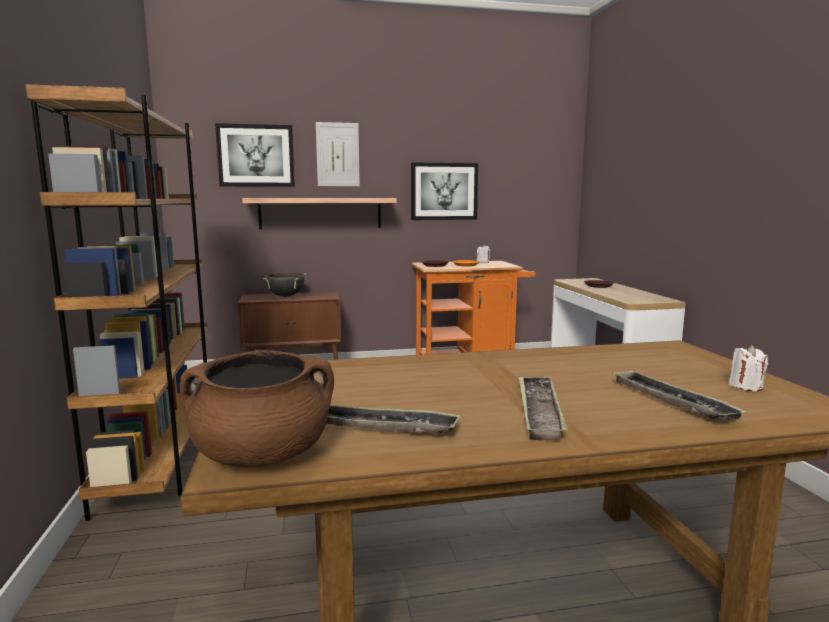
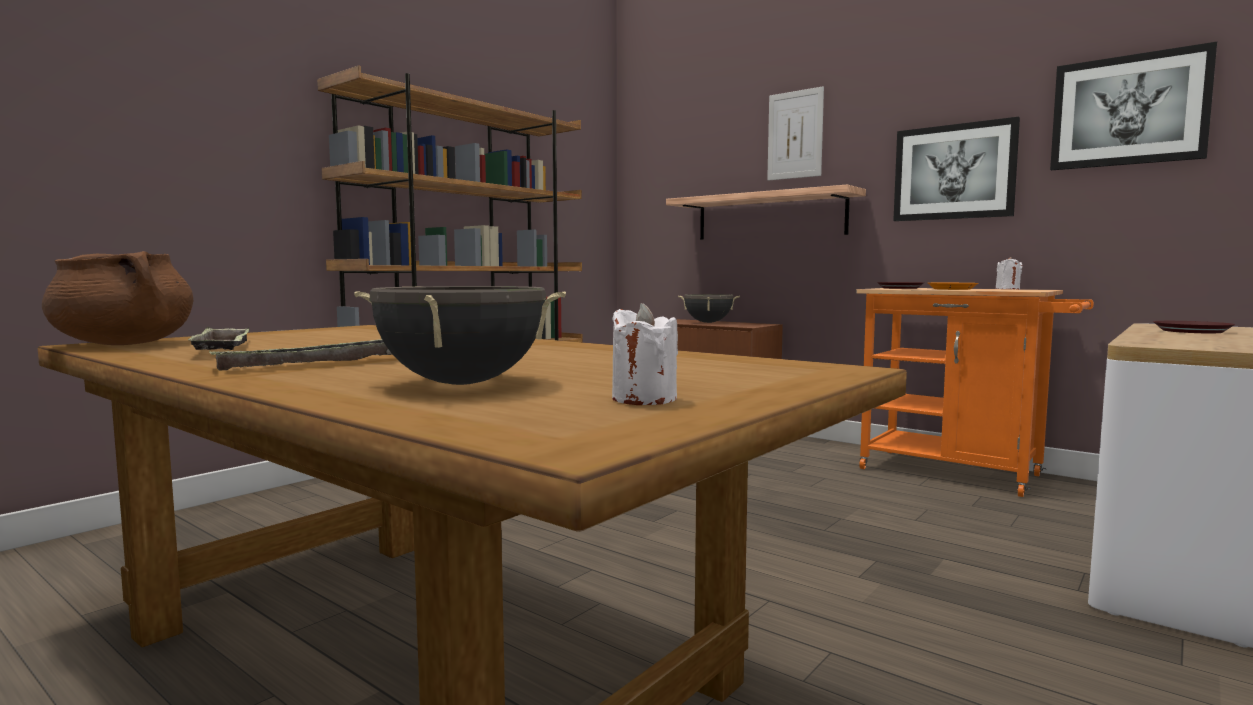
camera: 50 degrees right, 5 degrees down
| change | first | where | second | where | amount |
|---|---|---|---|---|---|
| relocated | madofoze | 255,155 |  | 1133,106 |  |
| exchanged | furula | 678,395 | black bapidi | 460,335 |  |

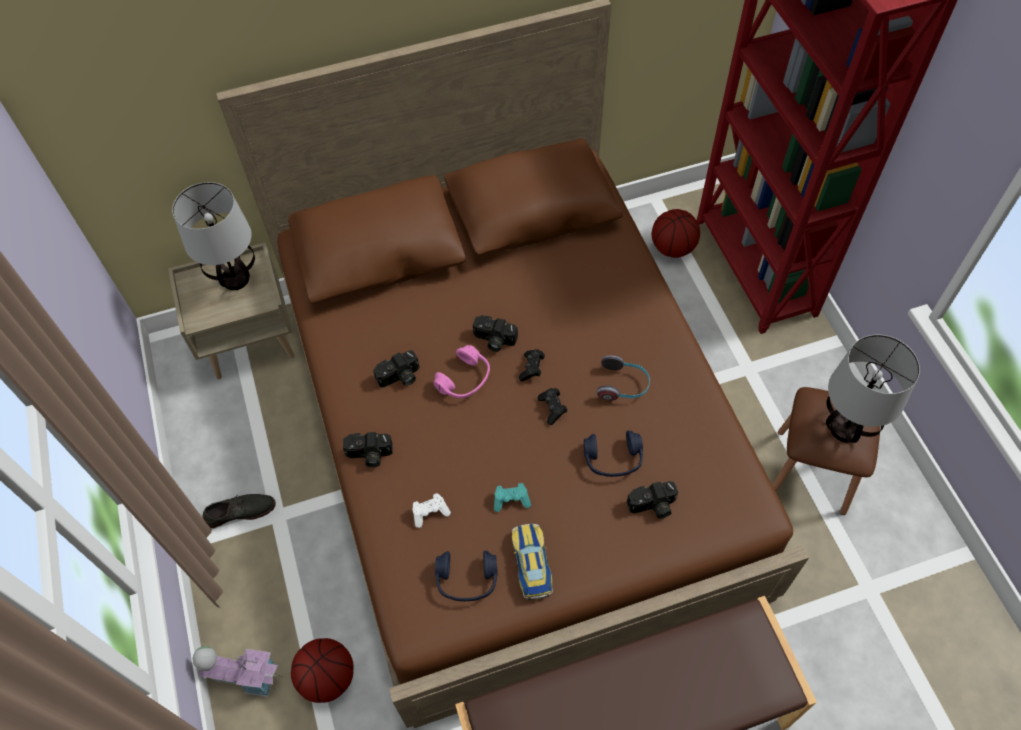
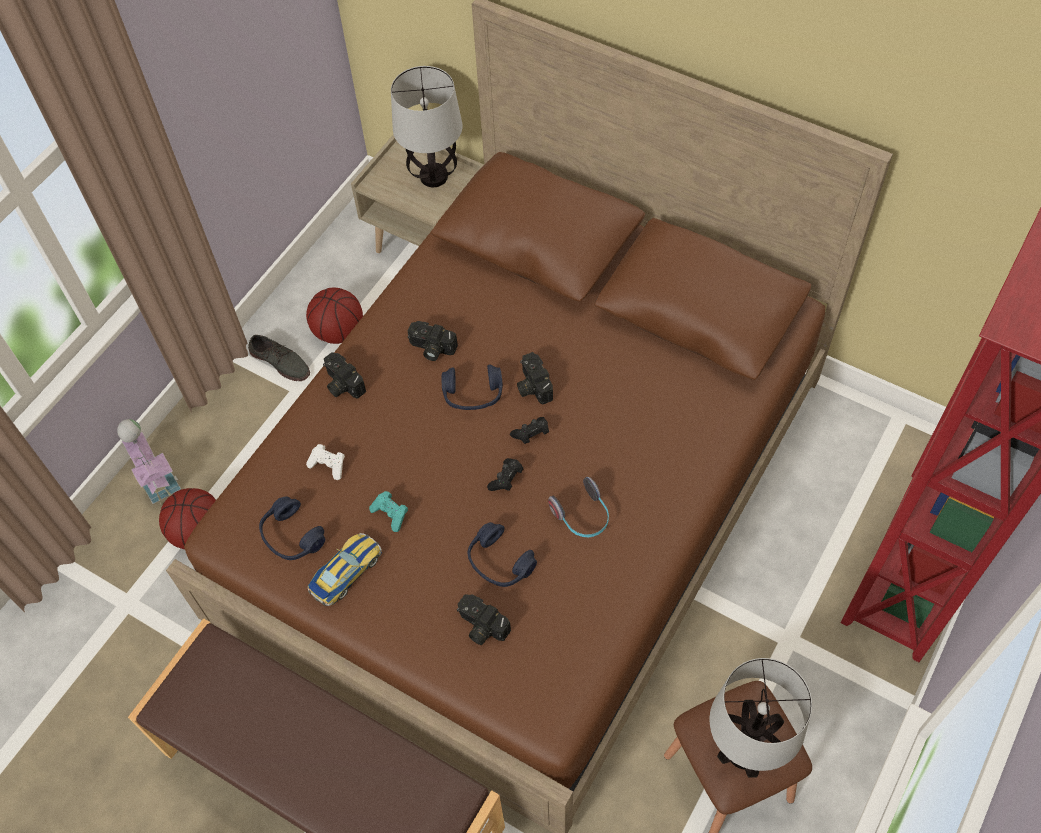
camera: 50 degrees right, 0 degrees up
| change | first | where | second | where | amount |
|---|---|---|---|---|---|
| relocated | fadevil | 676,233 |  | 334,316 |  |
| colour | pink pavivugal | 461,371 | blue pavivugal | 472,387 |  |

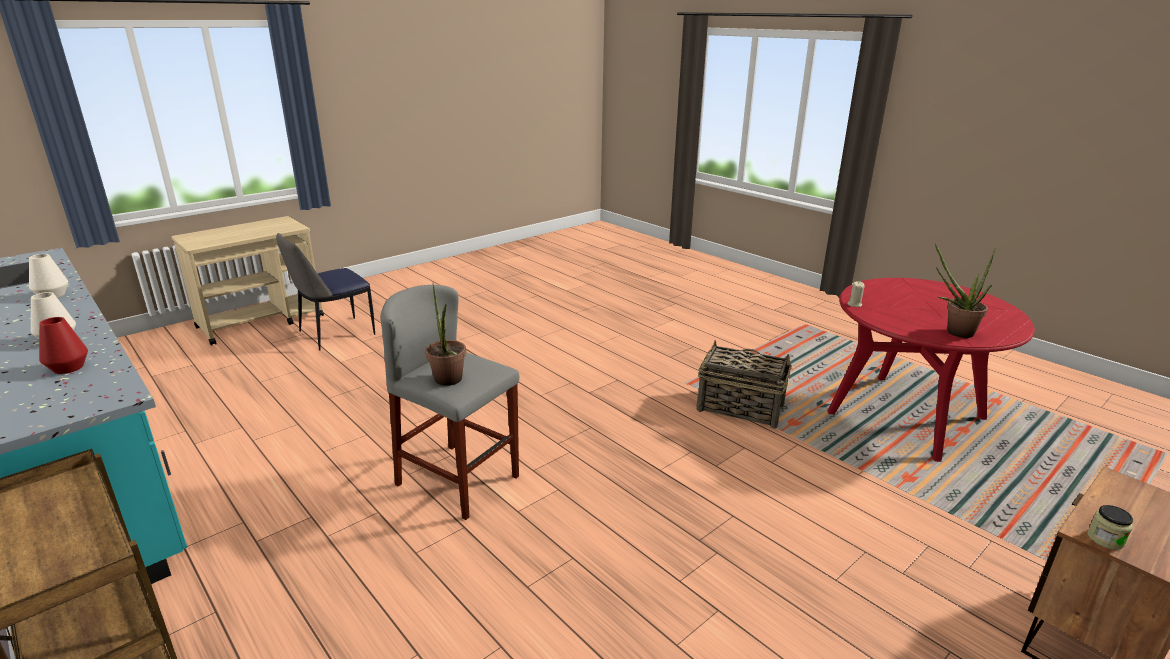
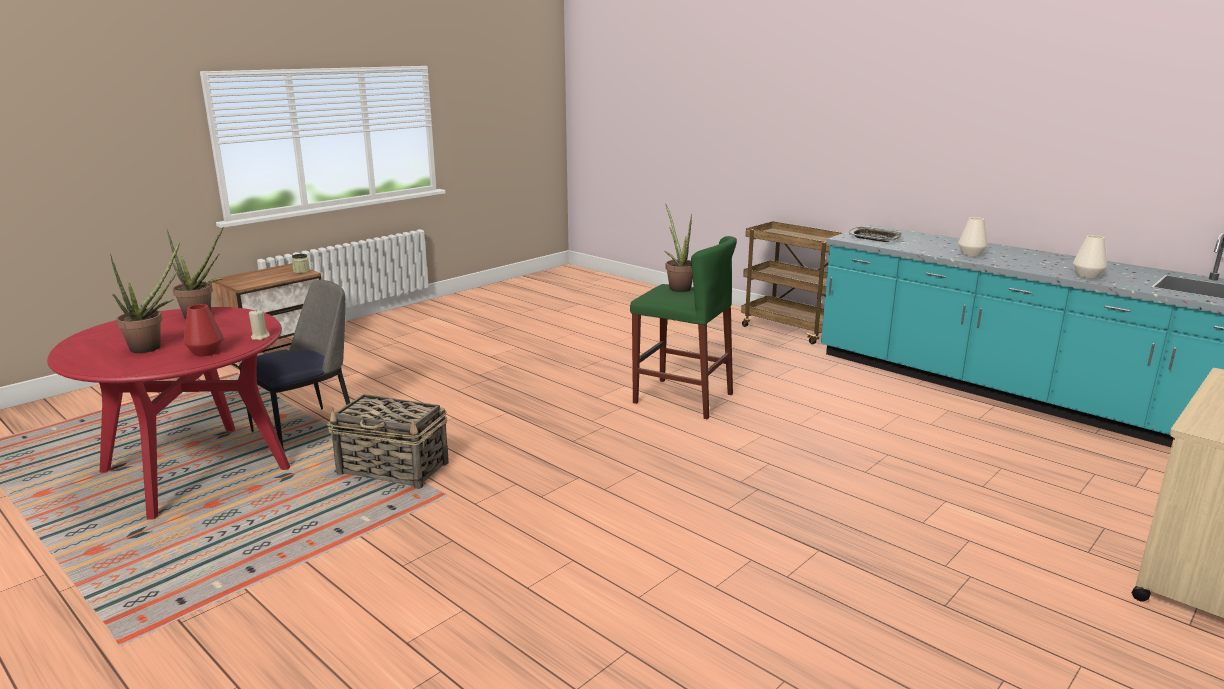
camera: 175 degrees right, 5 degrees down
| change | first | where | second | where | amount |
|---|---|---|---|---|---|
| relocated | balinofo | 325,292 |  | 294,365 |  |
| colour | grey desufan | 450,402 | green desufan | 683,328 |  |
| relocated | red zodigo | 63,345 |  | 203,330 |  |
| appeared |  |  | furula | 875,234 |  |
| appeared |  |  | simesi | 145,297 |  |

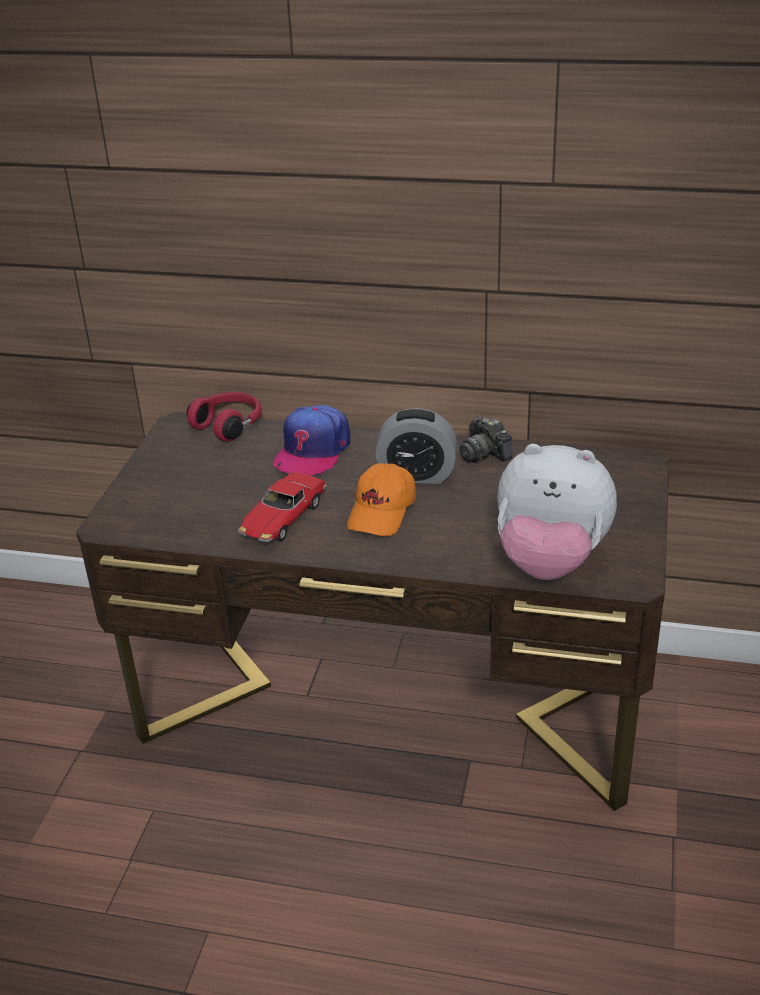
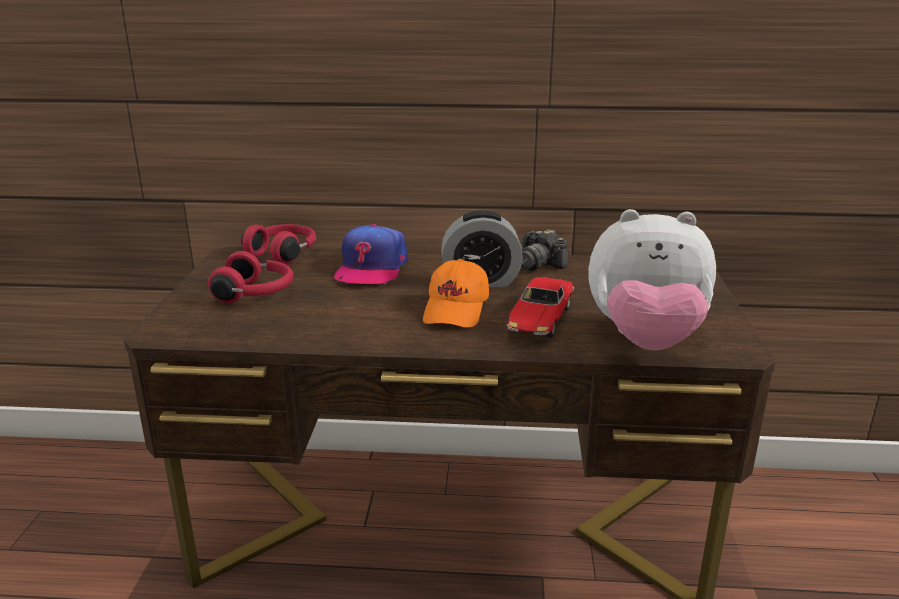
camera: 10 degrees left, 10 degrees down
| change | first | where | second | where | amount |
|---|---|---|---|---|---|
| relocated | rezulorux | 282,507 |  | 540,307 |  |
| appeared |  |  | red pavivugal | 251,277 |  |

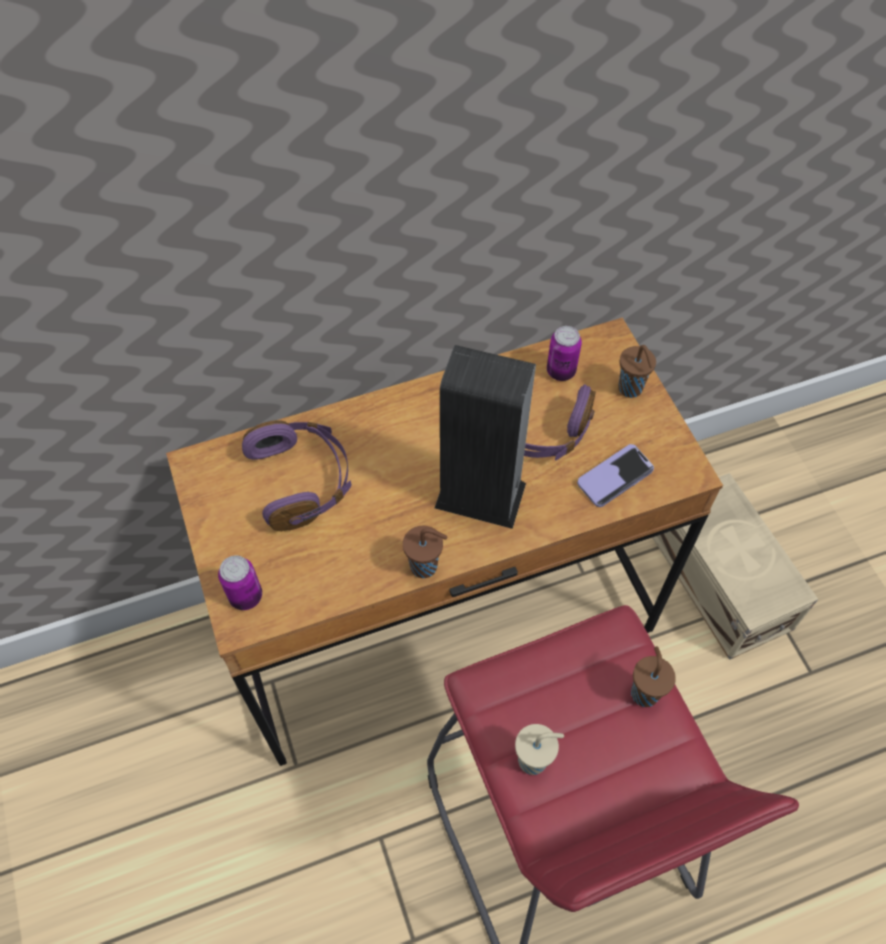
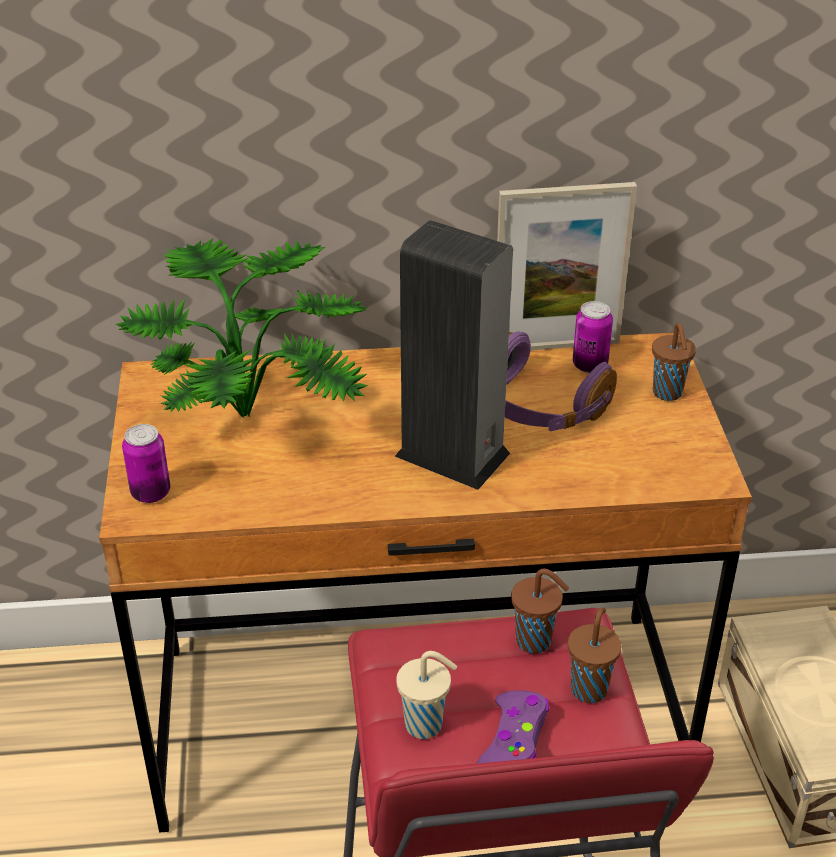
camera: 15 degrees right, 20 degrees down
| change | first | where | second | where | amount |
|---|---|---|---|---|---|
| exchanged | purple pavivugal | 297,475 | simesi | 242,327 |  |
| missing | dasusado | 615,475 |  |  |  |
| relocated | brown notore | 425,552 |  | 540,611 |  |
| appeared |  |  | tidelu | 567,266 |  |
| appeared |  |  | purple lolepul | 512,727 |  |

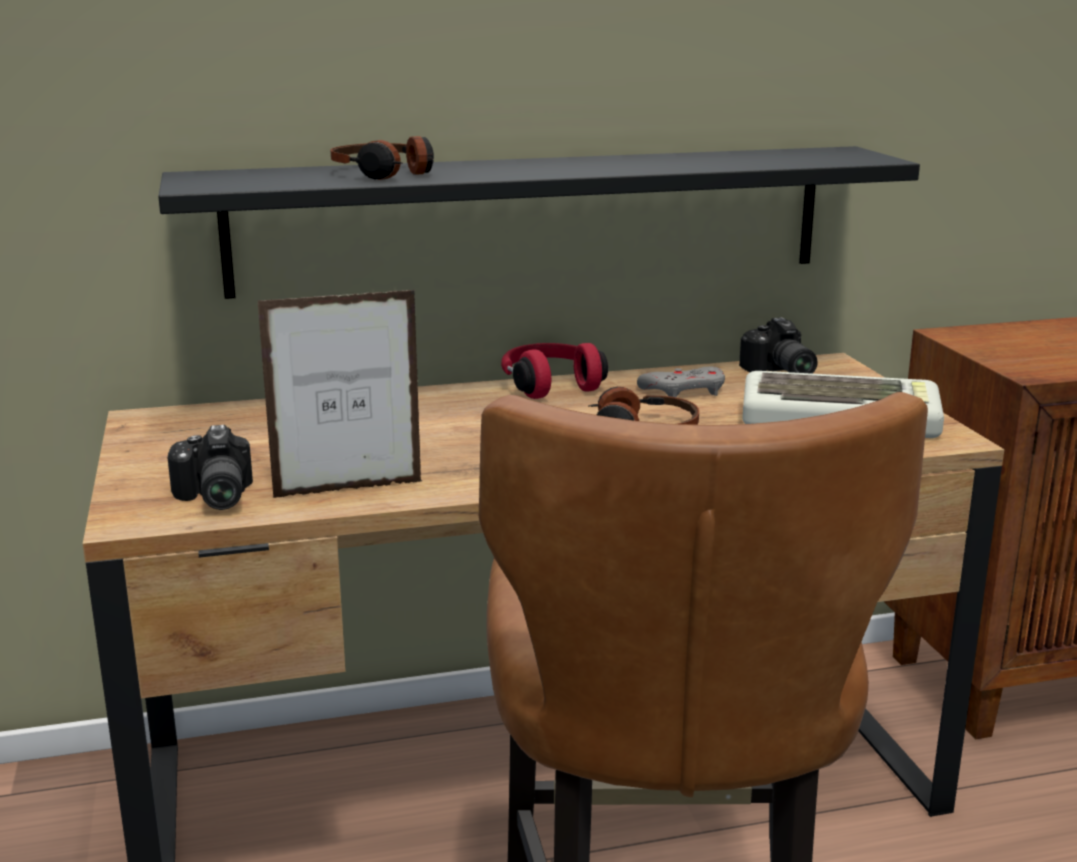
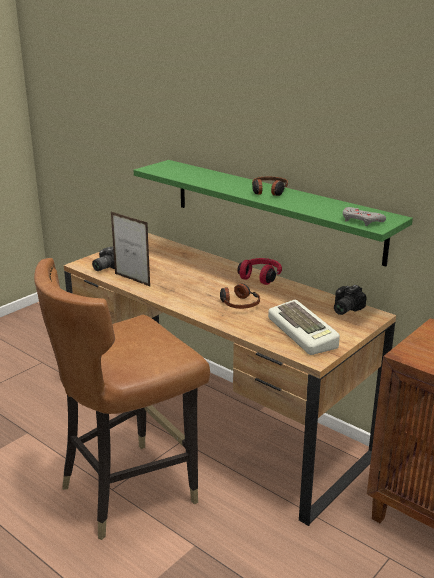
camera: 55 degrees right, 5 degrees up
| change | first | where | second | where | amount |
|---|---|---|---|---|---|
| relocated | pavivugal | 382,158 |  | 270,186 |  |
| colour | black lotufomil | 539,222 | green lotufomil | 273,213 |  |
| relocated | grey lolepul | 681,382 |  | 364,216 |  |

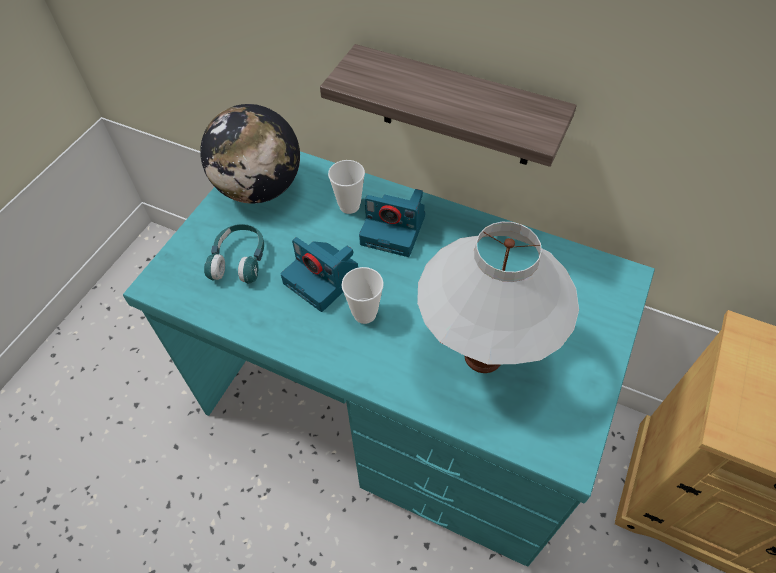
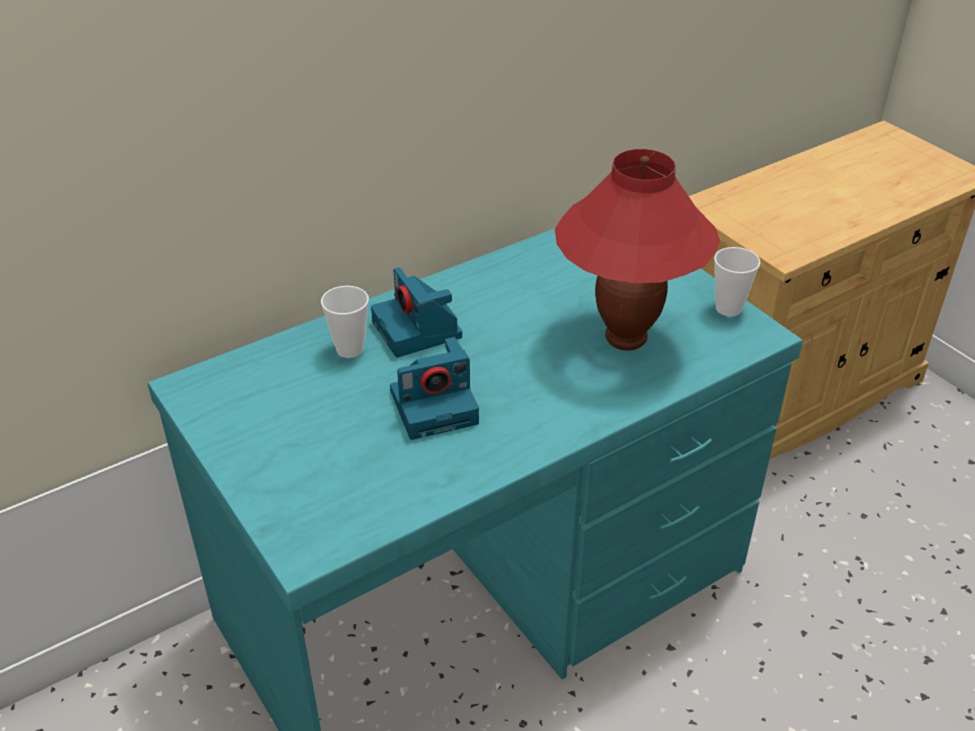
camera: 60 degrees left, 15 degrees down
| change | first | where | second | where | amount |
|---|---|---|---|---|---|
| missing | lotufomil | 448,105 |  |  |  |
| missing | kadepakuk | 250,154 |  |  |  |
| spun | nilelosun | 392,223 |  | 416,312 | 105 degrees clockwise |
| colour | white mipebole | 498,297 | red mipebole | 637,250 |  |
| missing | turquoise pavivugal | 234,254 |  |  |  |
| relocated | notore | 363,295 |  | 737,281 |  |

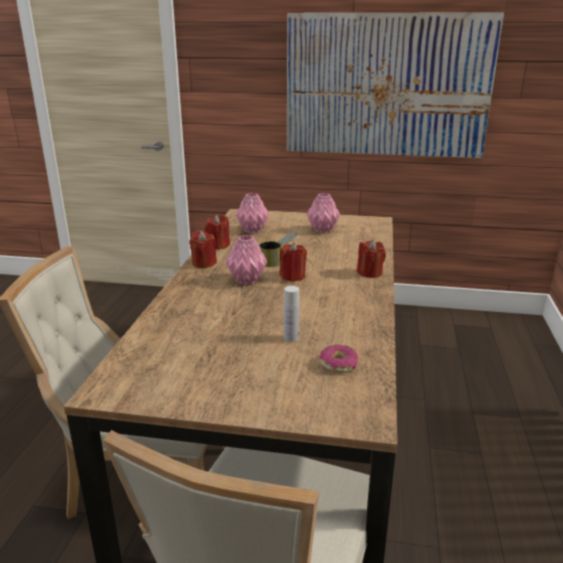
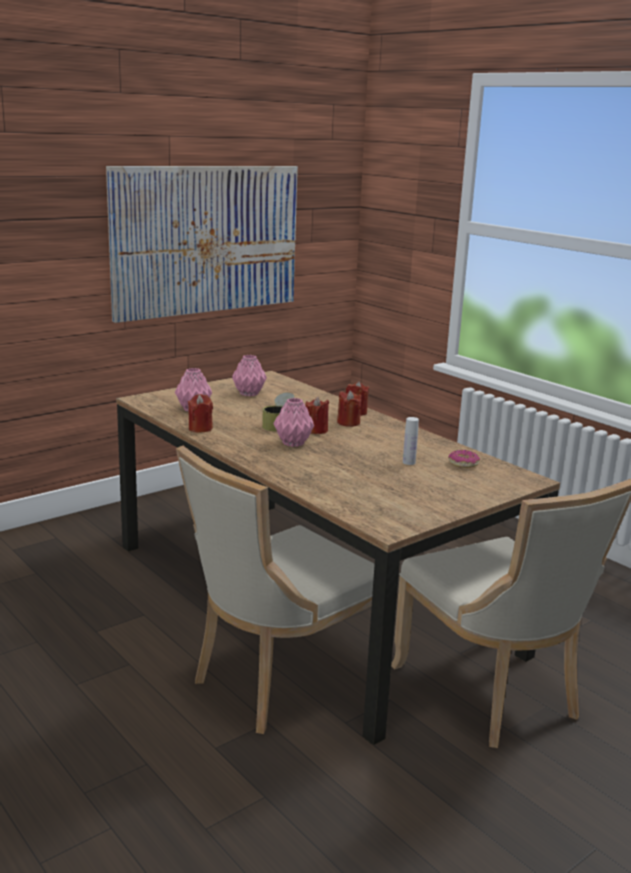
camera: 50 degrees left, 5 degrees down
| change | first | where | second | where | amount |
|---|---|---|---|---|---|
| relocated | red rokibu | 203,249 |  | 349,409 |  |

